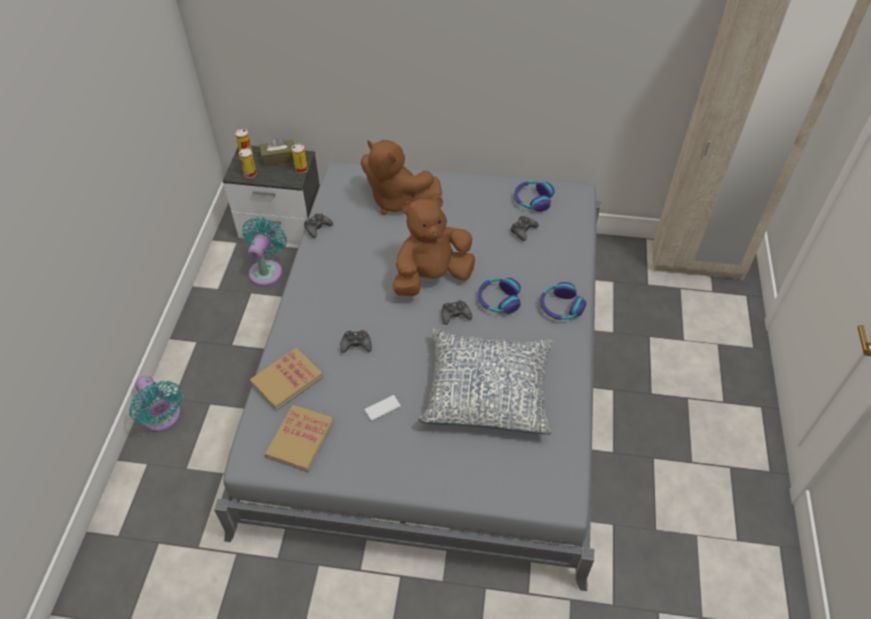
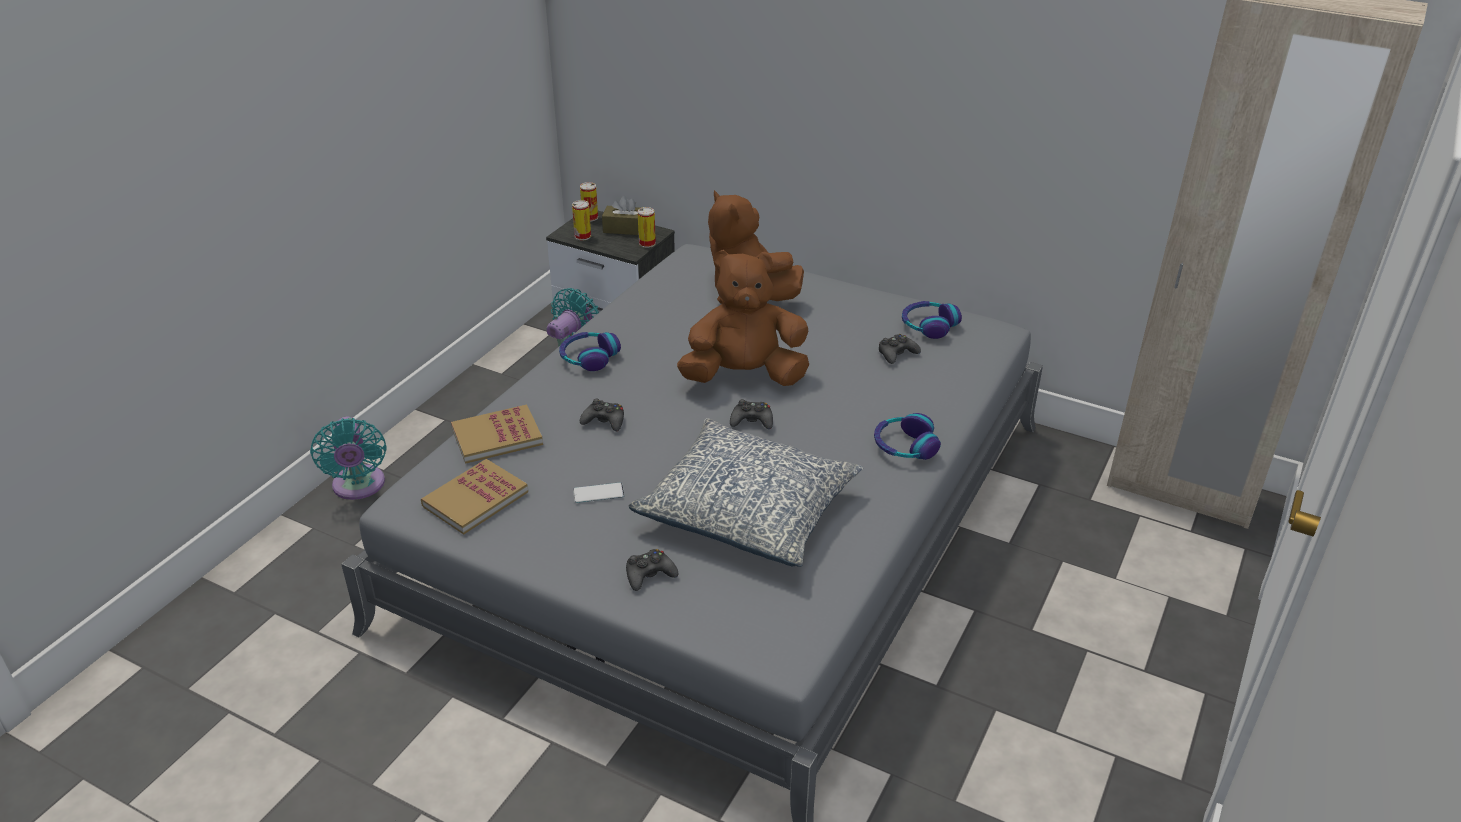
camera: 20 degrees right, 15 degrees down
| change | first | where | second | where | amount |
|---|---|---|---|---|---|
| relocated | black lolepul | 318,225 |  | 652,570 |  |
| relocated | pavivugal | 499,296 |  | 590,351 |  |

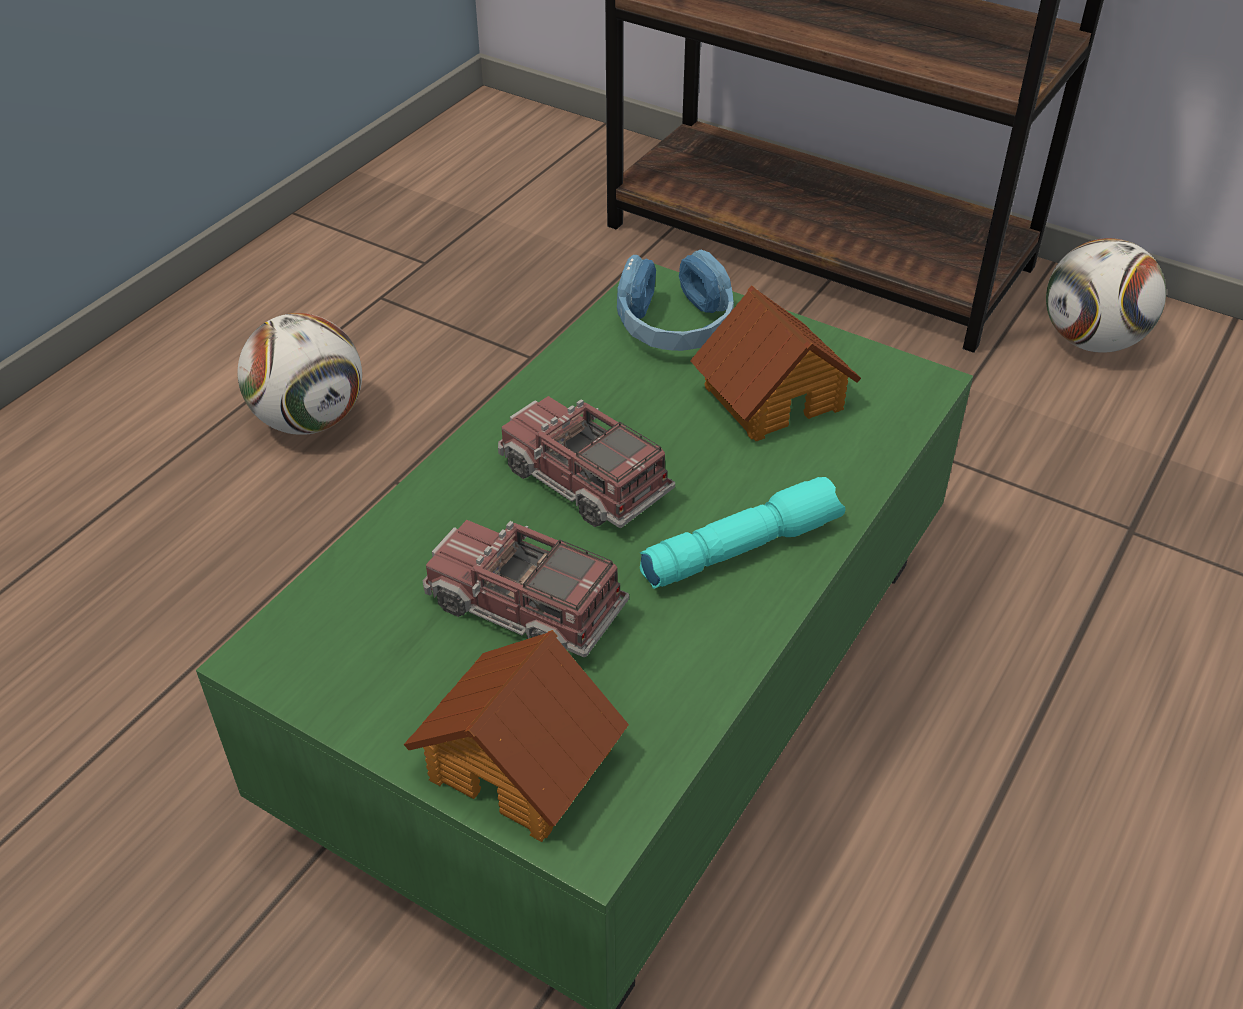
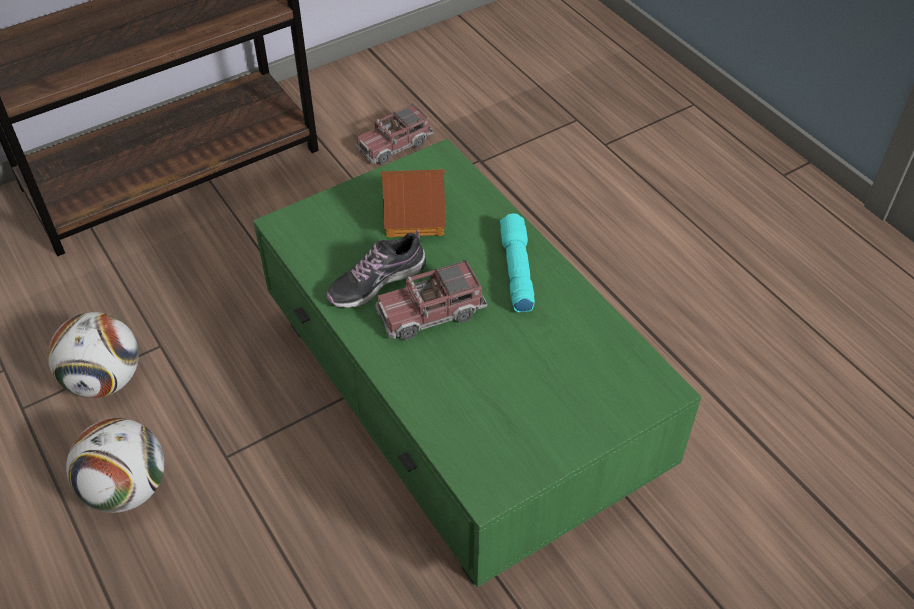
camera: 65 degrees left, 5 degrees up
| change | first | where | second | where | amount |
|---|---|---|---|---|---|
| relocated | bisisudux | 1106,295 |  | 93,355 |  |
| missing | blue pavivugal | 675,300 |  |  |  |
| relocated | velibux | 526,588 |  | 394,133 |  |
| missing | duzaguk | 516,736 |  |  |  |
| appeared |  |  | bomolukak | 376,268 |  |

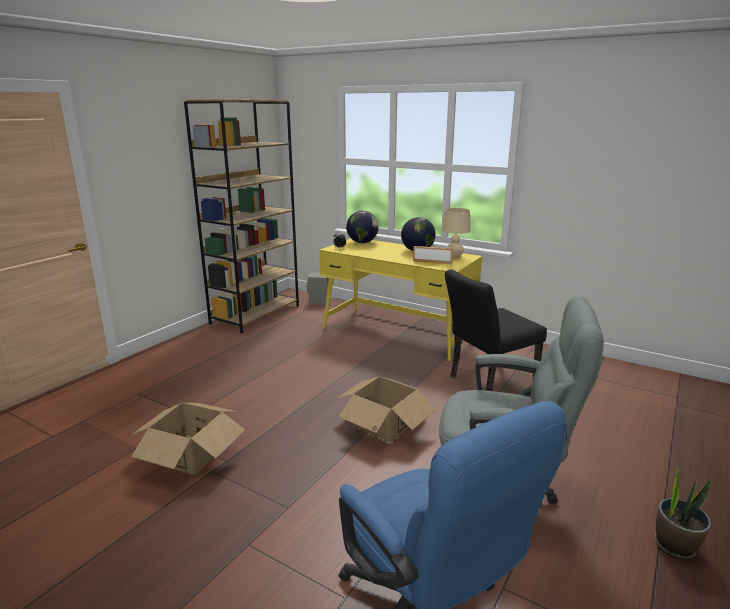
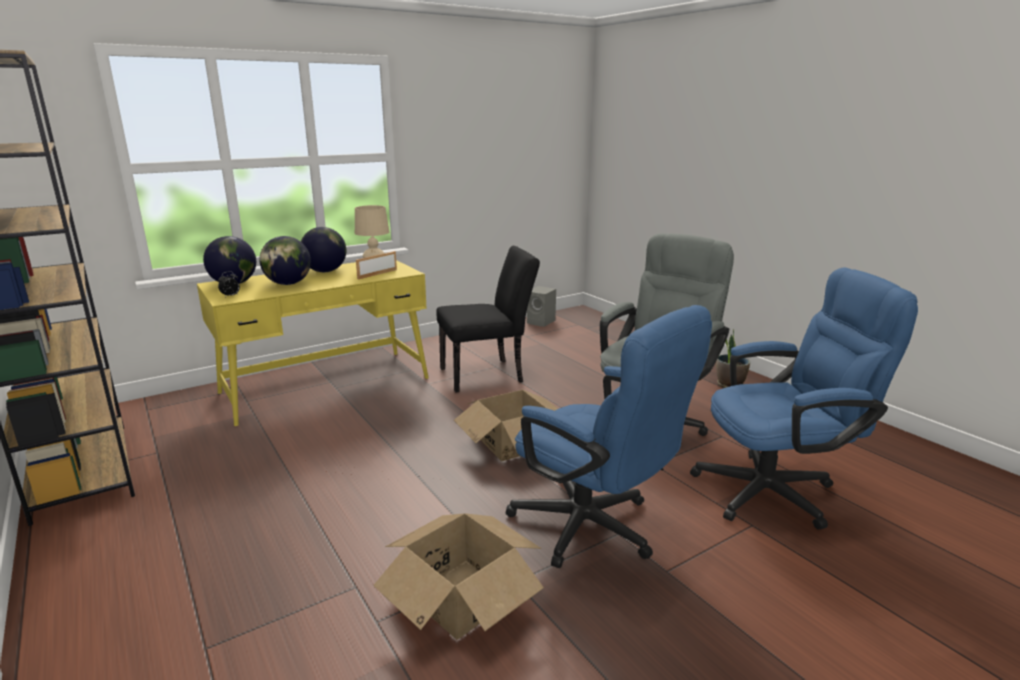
camera: 65 degrees left, 0 degrees up
| change | first | where | second | where | amount |
|---|---|---|---|---|---|
| spun | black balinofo | 496,330 |  | 488,319 | 105 degrees counterclockwise |
| relocated | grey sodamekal | 318,288 |  | 541,306 |  |
| appeared |  |  | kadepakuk | 285,260 |  |
| appeared |  |  | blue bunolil | 609,437 |  |

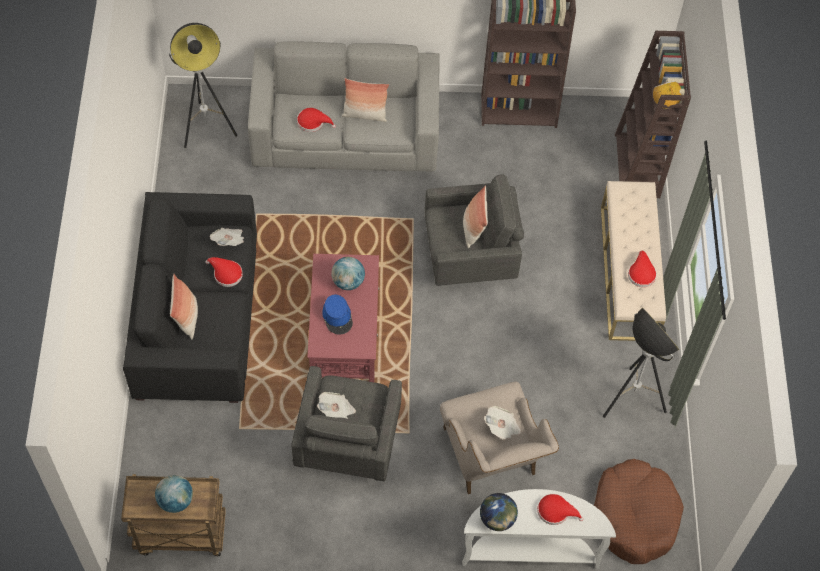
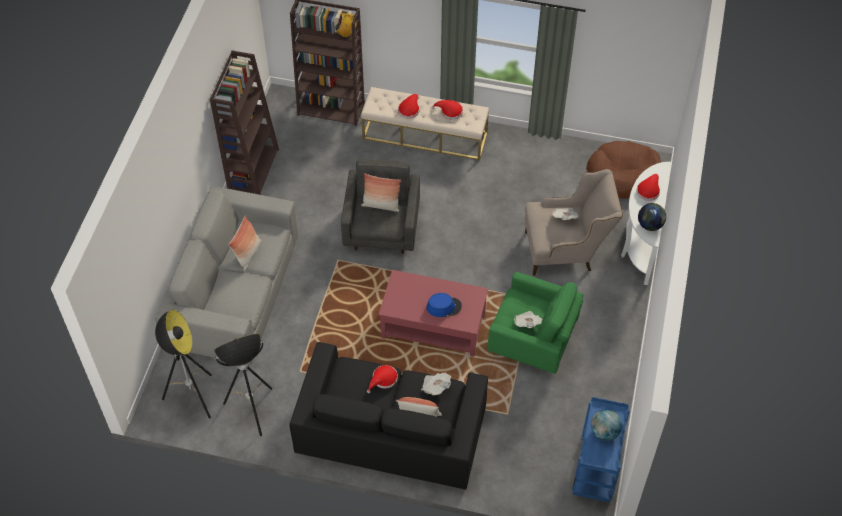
camera: 75 degrees left, 5 degrees down
| change | first | where | second | where | amount |
|---|---|---|---|---|---|
| relocated | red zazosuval | 316,120 |  | 408,106 |  |
| relocated | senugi | 227,237 |  | 436,383 |  |
| missing | kadepakuk | 348,273 |  |  |  |
| relocated | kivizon | 641,362 |  | 243,385 |  |
| colour | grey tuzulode | 346,423 | green tuzulode | 535,323 |  |
| colour | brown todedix | 173,515 | blue todedix | 601,449 |  |

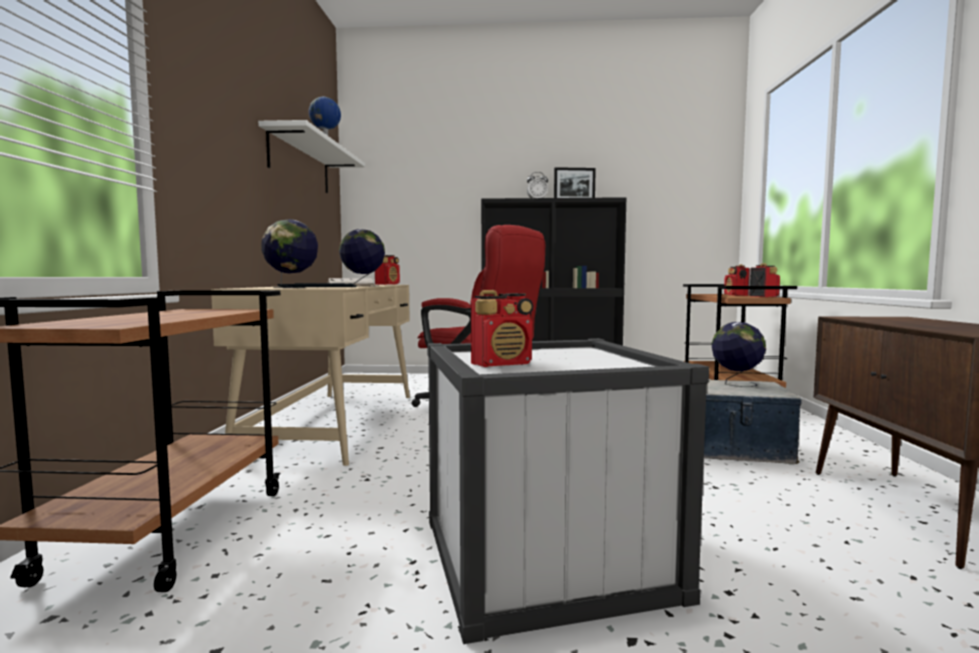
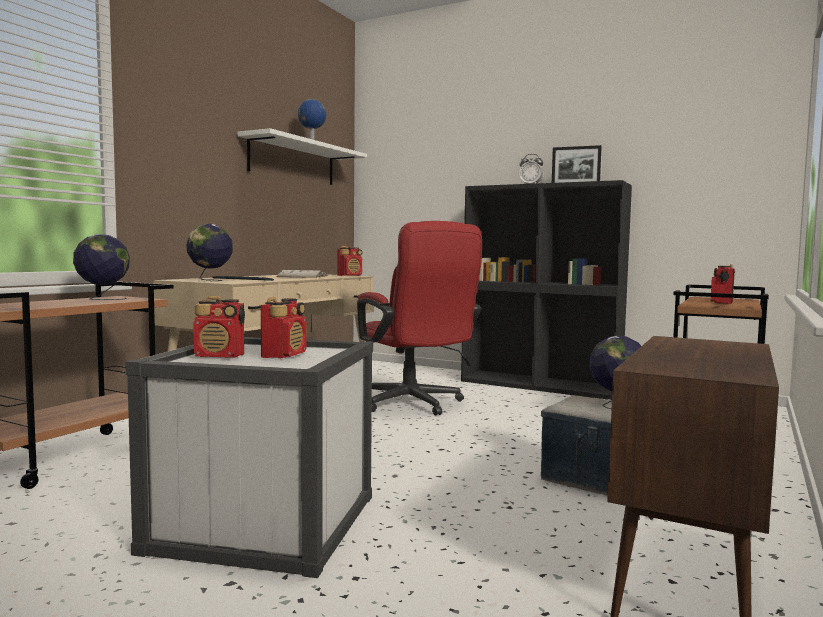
camera: 25 degrees right, 0 degrees up
| change | first | where | second | where | amount |
|---|---|---|---|---|---|
| relocated | kadepakuk | 362,256 |  | 101,267 |  |
| relocated | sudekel | 764,280 |  | 283,328 |  |

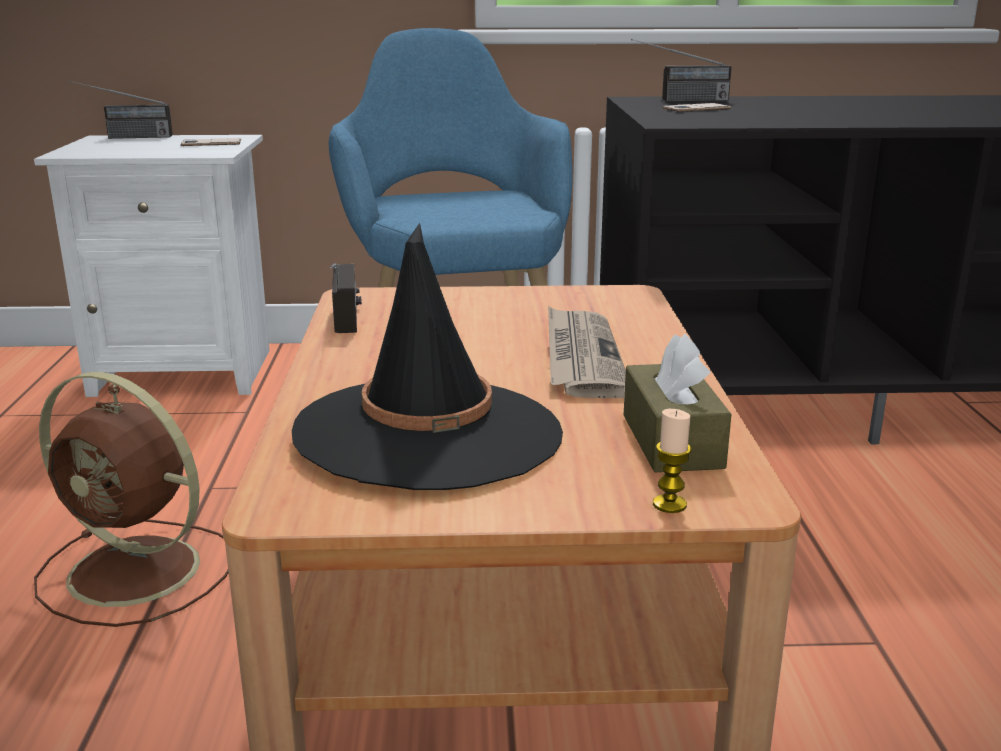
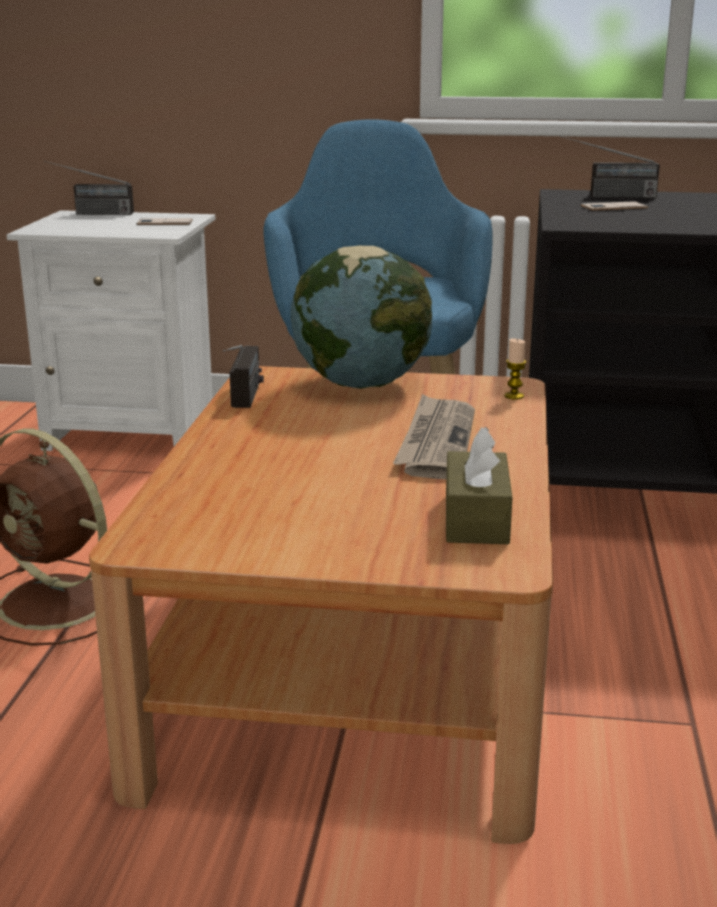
camera: 10 degrees right, 0 degrees up
| change | first | where | second | where | amount |
|---|---|---|---|---|---|
| missing | black zazosuval | 427,356 |  |  |  |
| relocated | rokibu | 672,461 |  | 515,369 |  |
| appeared |  |  | kadepakuk | 361,317 |  |

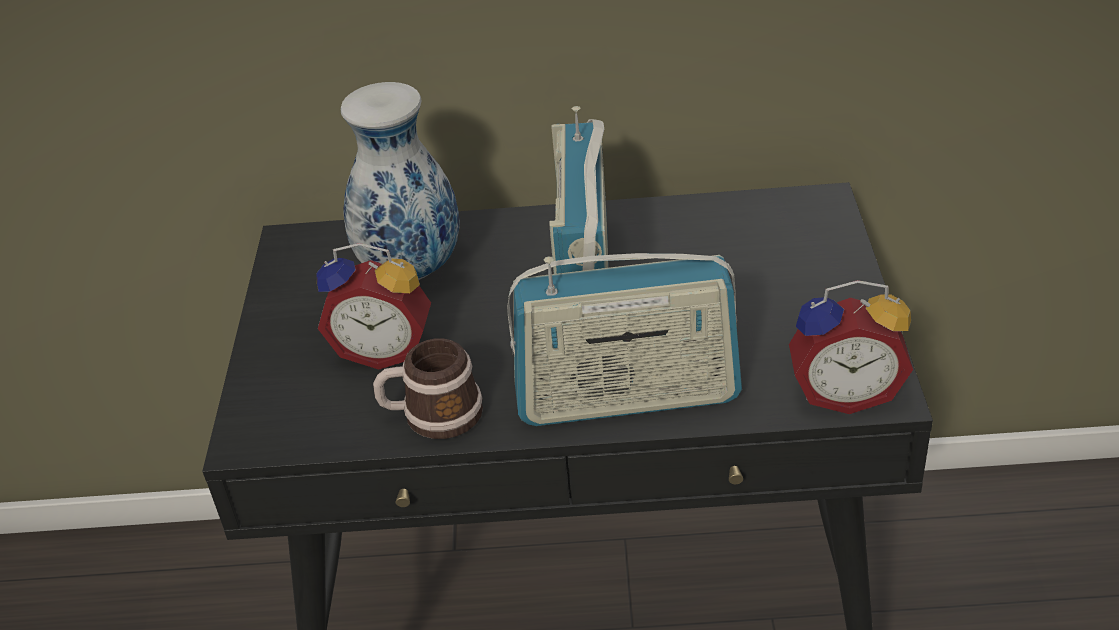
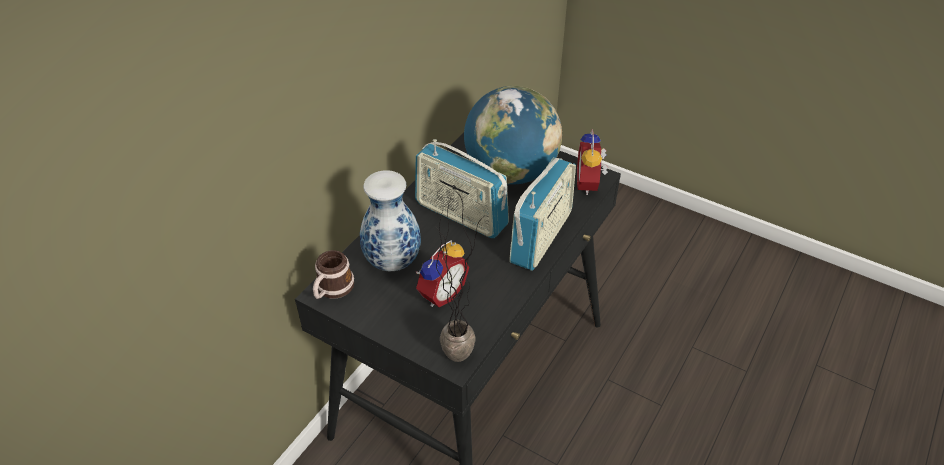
camera: 60 degrees left, 5 degrees up
| change | first | where | second | where | amount |
|---|---|---|---|---|---|
| spun | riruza | 851,347 |  | 592,162 | 150 degrees clockwise |
| relocated | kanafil | 428,389 |  | 333,274 |  |
| appeared |  |  | kadepakuk | 513,135 |  |
| appeared |  |  | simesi | 458,275 |  |

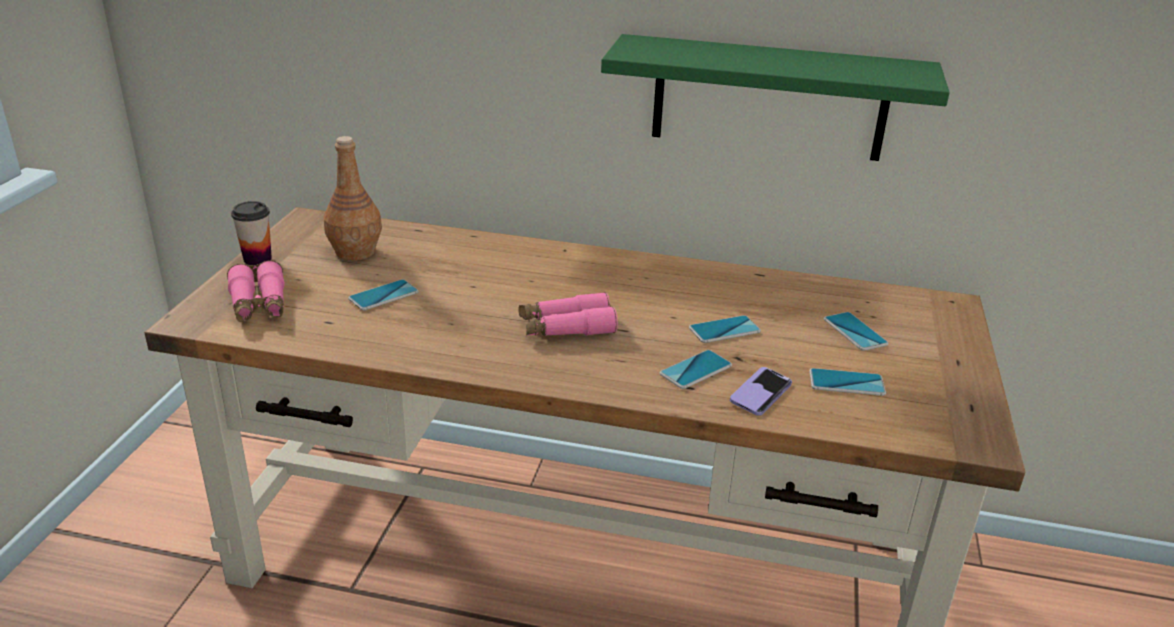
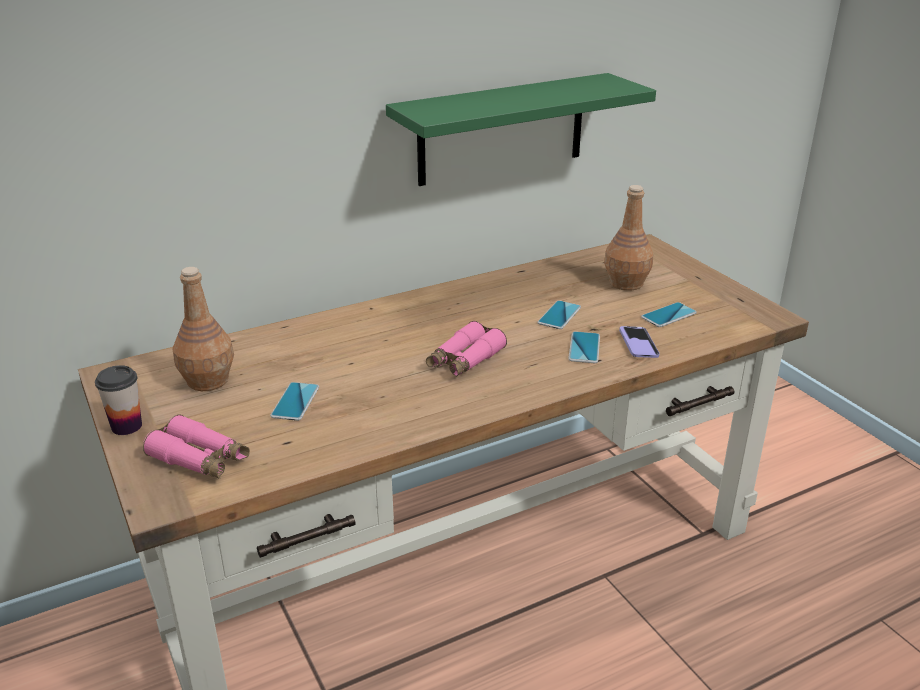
camera: 40 degrees left, 0 degrees up
| change | first | where | second | where | amount |
|---|---|---|---|---|---|
| exchanged | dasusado | 856,331 | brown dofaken | 629,238 |  |

